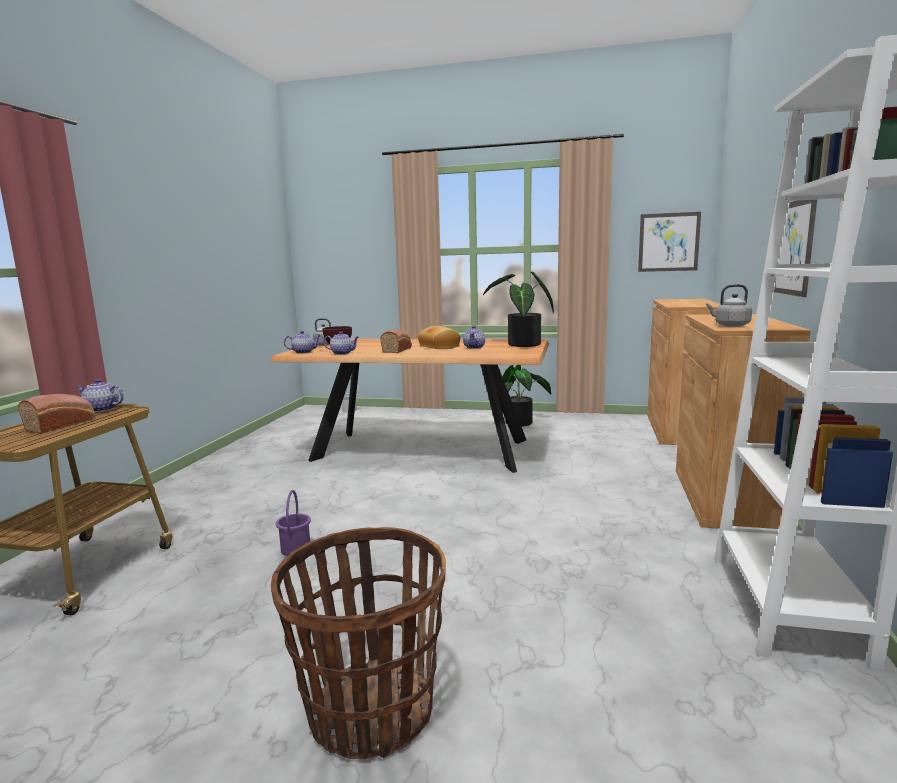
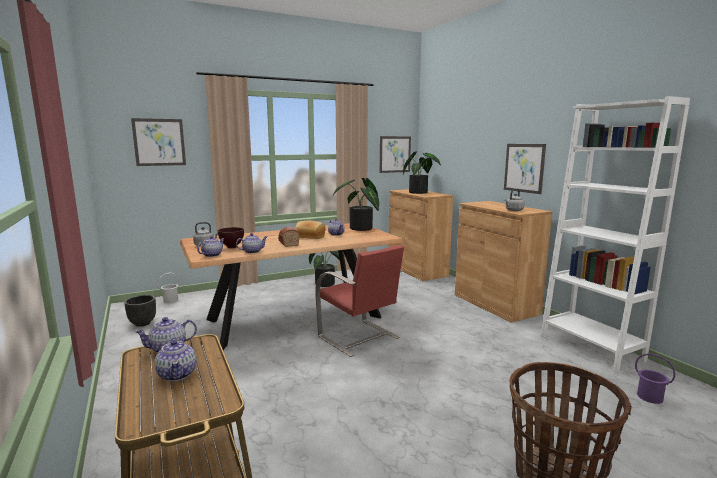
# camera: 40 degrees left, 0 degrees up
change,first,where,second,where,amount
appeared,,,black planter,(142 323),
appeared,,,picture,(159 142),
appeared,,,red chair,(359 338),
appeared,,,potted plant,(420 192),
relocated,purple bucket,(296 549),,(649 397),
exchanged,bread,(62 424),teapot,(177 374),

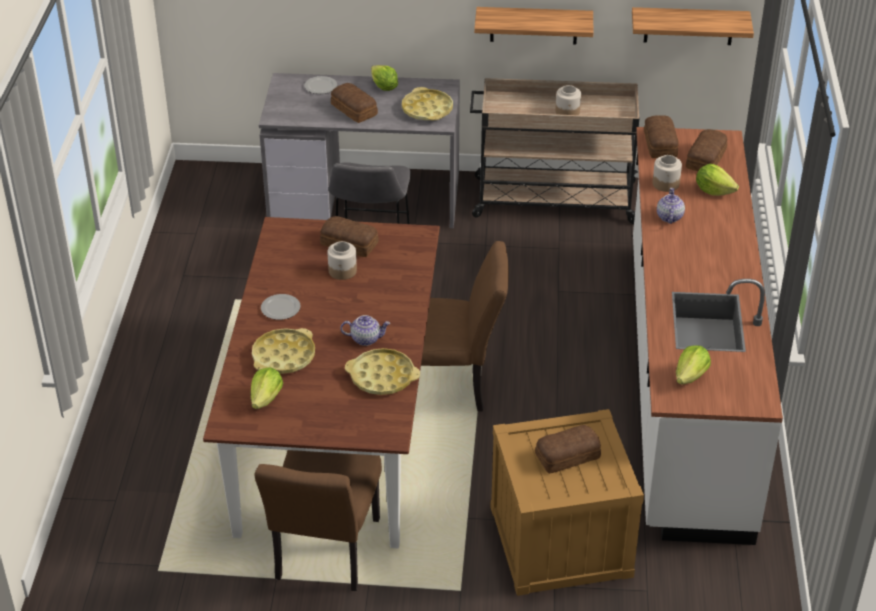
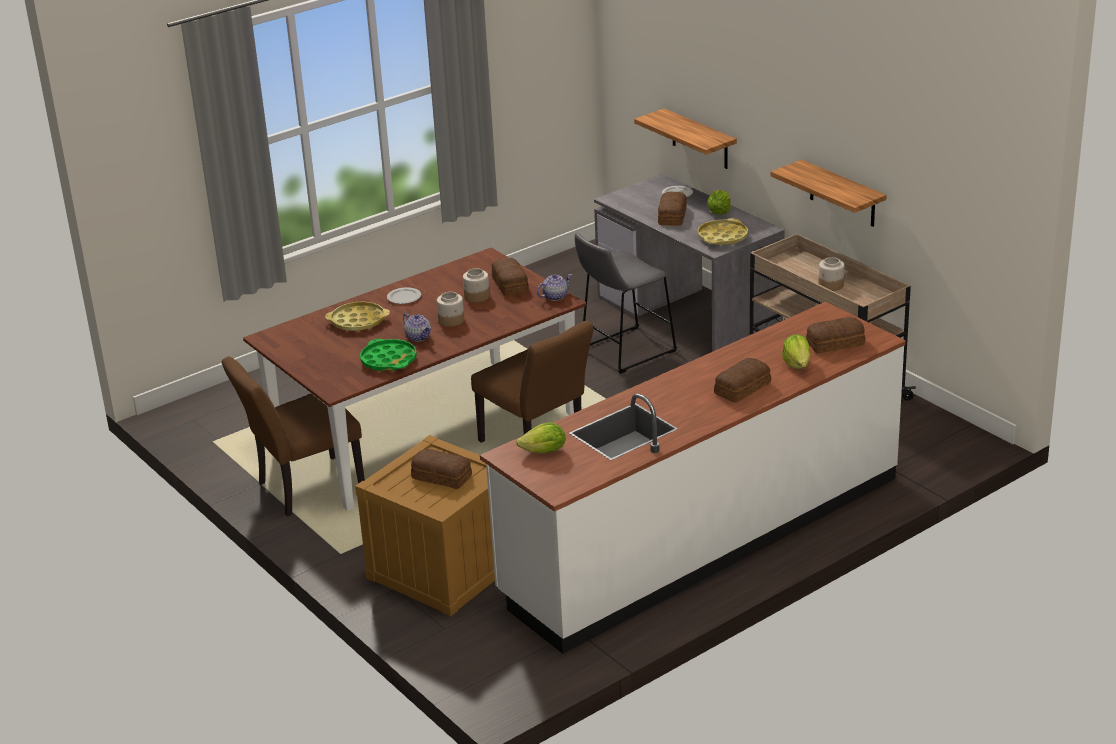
# camera: 50 degrees right, 10 degrees down
change,first,where,second,where,amount
missing,lettuce,(266 399),,,
relocated,shelf,(689 26),,(700 139),
relocated,bread,(659 145),,(741 388),
relocated,jar,(666 184),,(451 320),
relocated,teapot,(669 217),,(555 296),
colour,yellow tray,(382 377),green tray,(388 360),

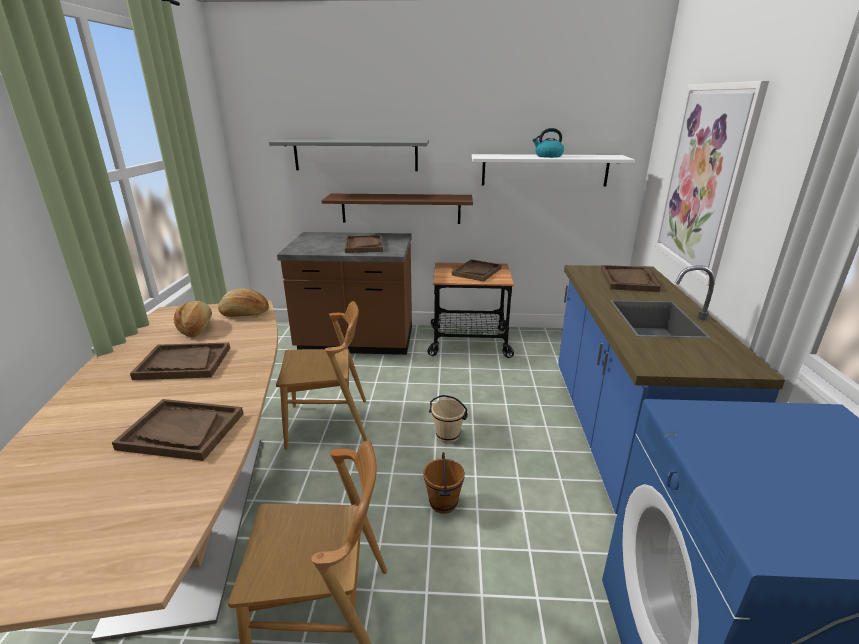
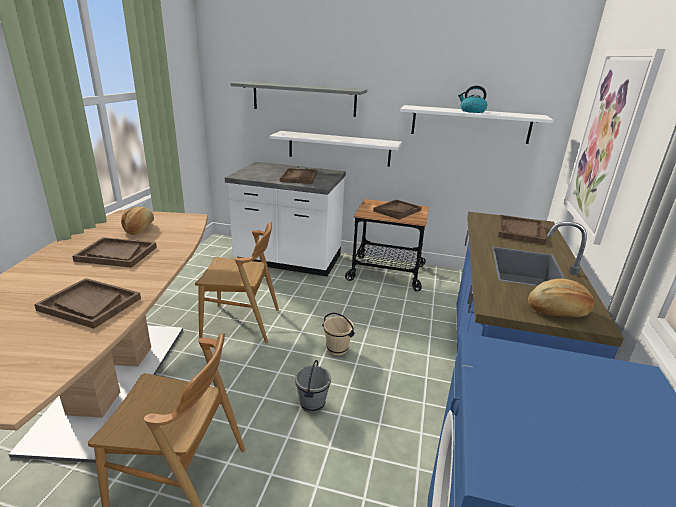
# camera: 10 degrees right, 0 degrees up
change,first,where,second,where,amount
relocated,bread,(244 313),,(558 311),
colour,brown counter,(356 342),white counter,(288 260),
colour,brown shelf,(401 208),white shelf,(339 148),
colour,brown bucket,(444 503),grey bucket,(312 404),

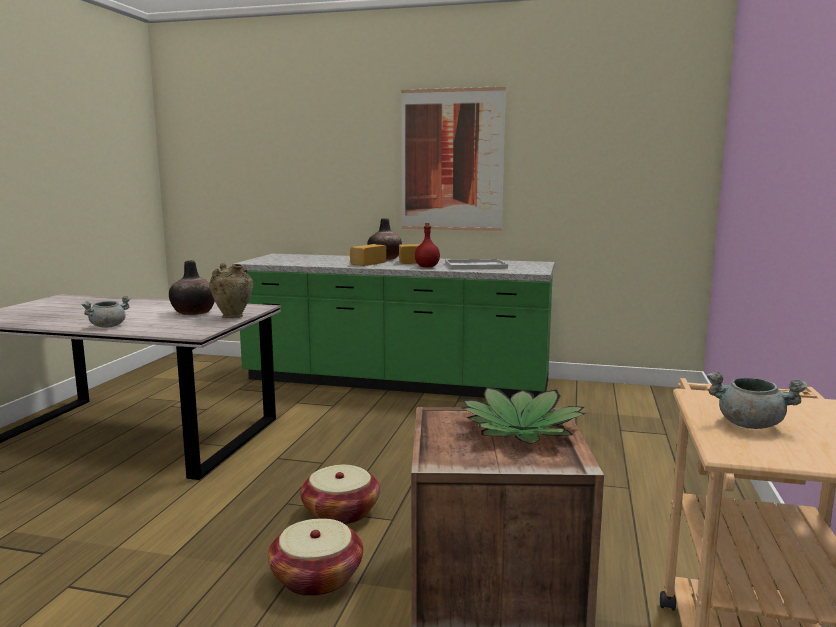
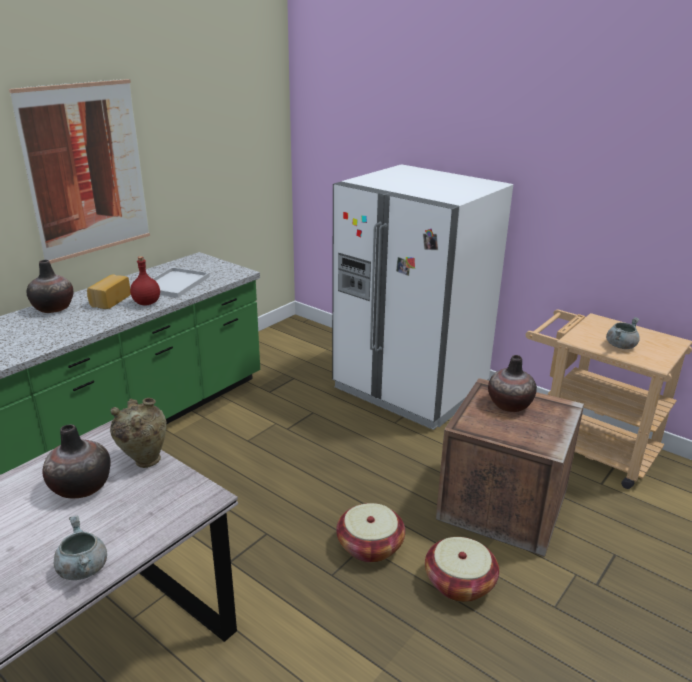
# camera: 65 degrees left, 15 degrees up
change,first,where,second,where,amount
missing,bread,(367 263),,,
appeared,,,white fridge,(410 389),
exchanged,potted plant,(522 429),vase,(509 404),

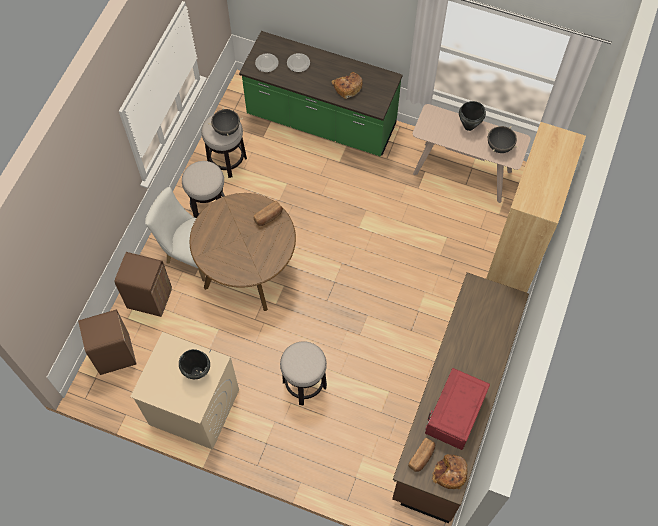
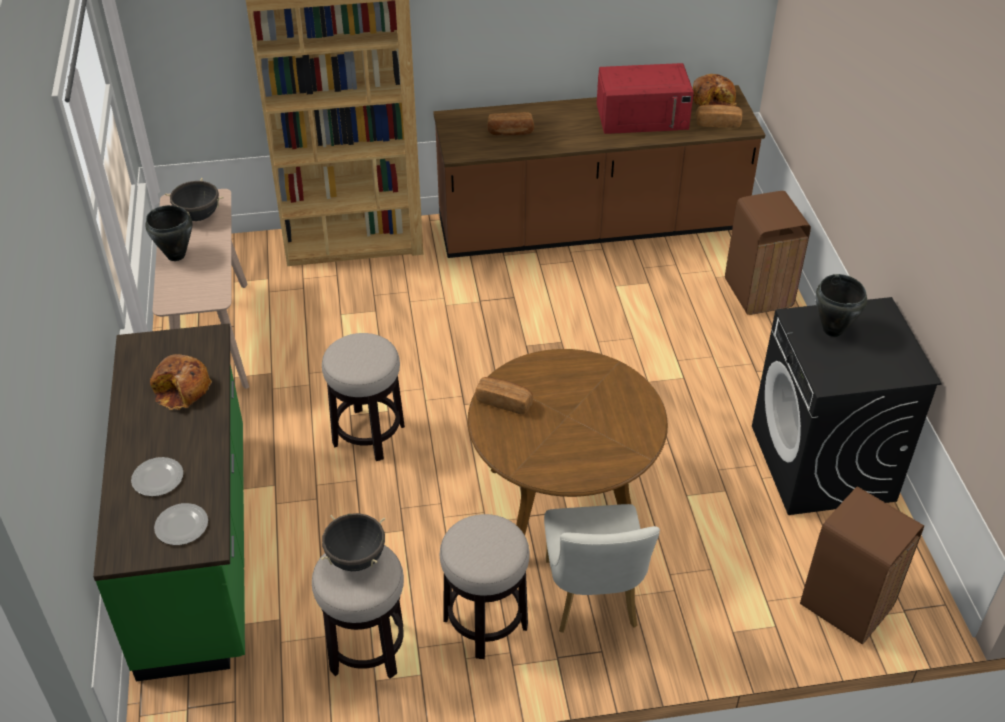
# camera: 120 degrees left, 20 degrees down
change,first,where,second,where,amount
appeared,,,bread,(510 132),
relocated,brown trash can,(150 299),,(759 293),
relocated,stool,(304 384),,(368 435),
colour,beige washing machine,(193 407),black washing machine,(823 464),

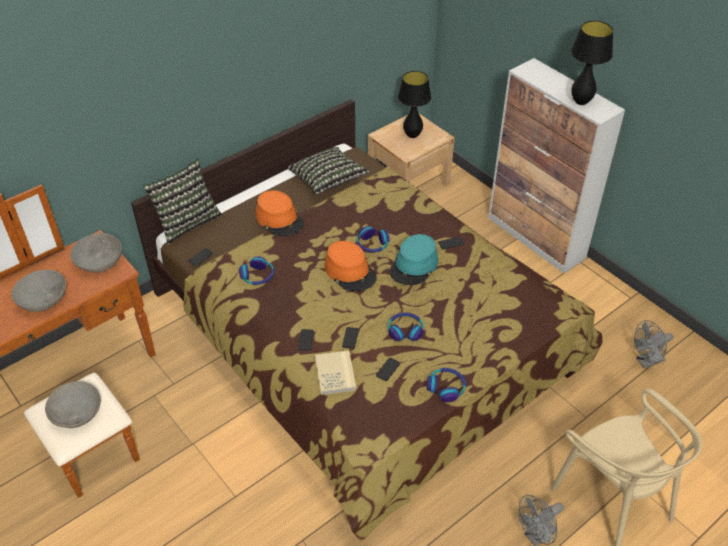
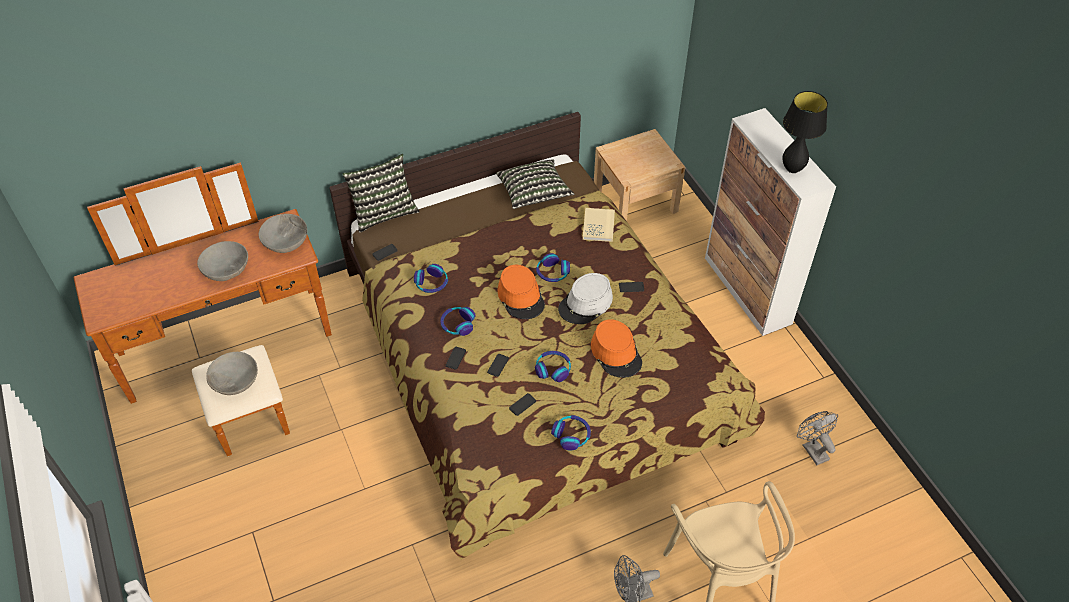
# camera: 15 degrees right, 5 degrees up
change,first,where,second,where,amount
missing,black table lamp,(412 135),,,
appeared,,,headphones,(457 324),
relocated,orange hat,(280 219),,(616 353),
relocated,beige book,(335 374),,(598 226),
colour,turquoise hat,(414 266),grey hat,(586 304),
spun,grey fan,(646 361),,(812 449),75 degrees clockwise

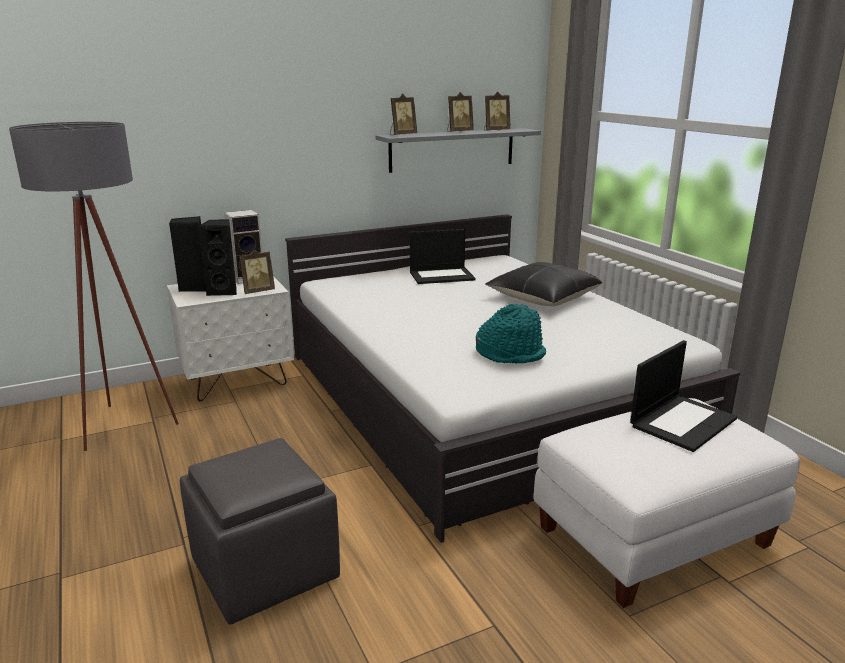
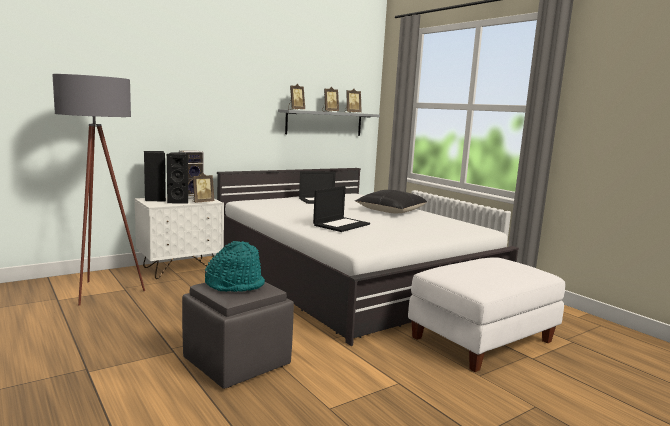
# camera: 10 degrees left, 10 degrees down
change,first,where,second,where,amount
relocated,turquoise hat,(510 354),,(235 284),
relocated,laptop,(682 421),,(341 224),

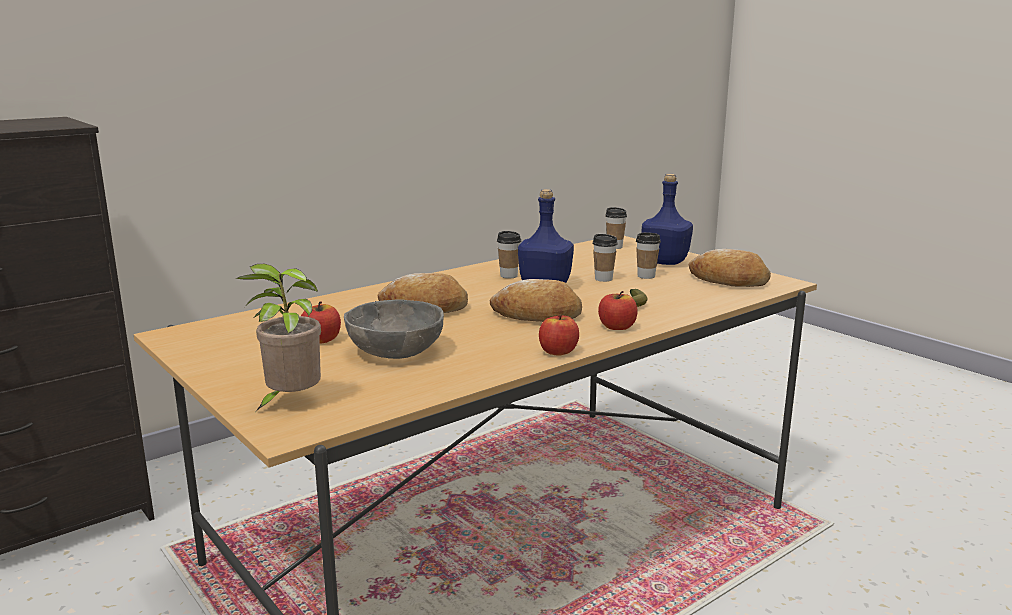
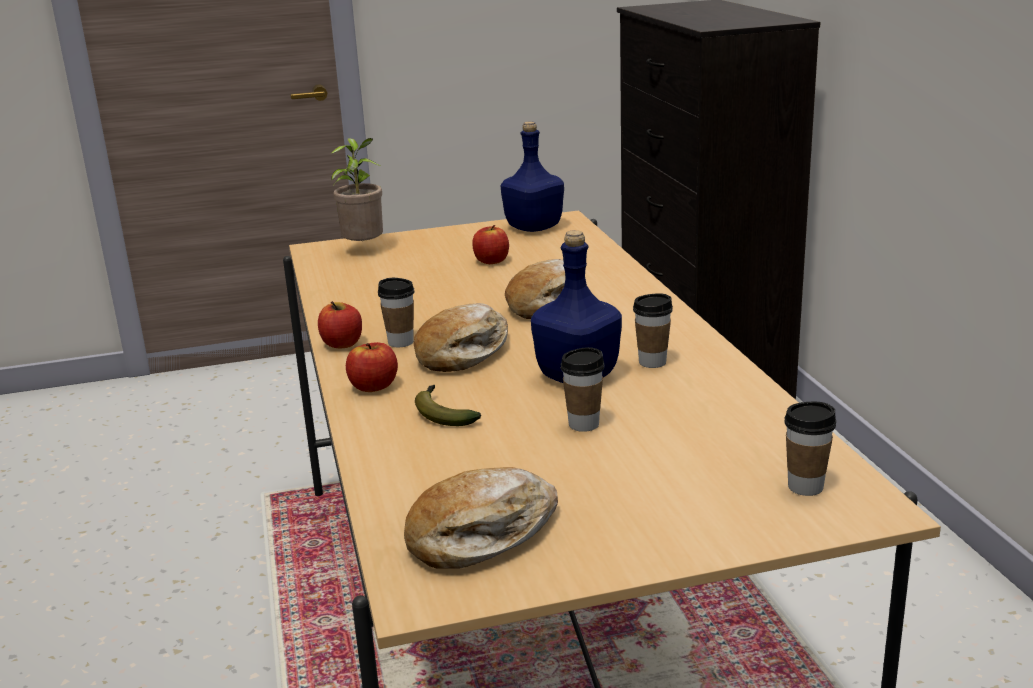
# camera: 115 degrees right, 5 degrees up
change,first,where,second,where,amount
missing,grey bowl,(395 351),,,
relocated,cup,(646 276),,(400 342),
relocated,blue bottle,(664 262),,(534 227),

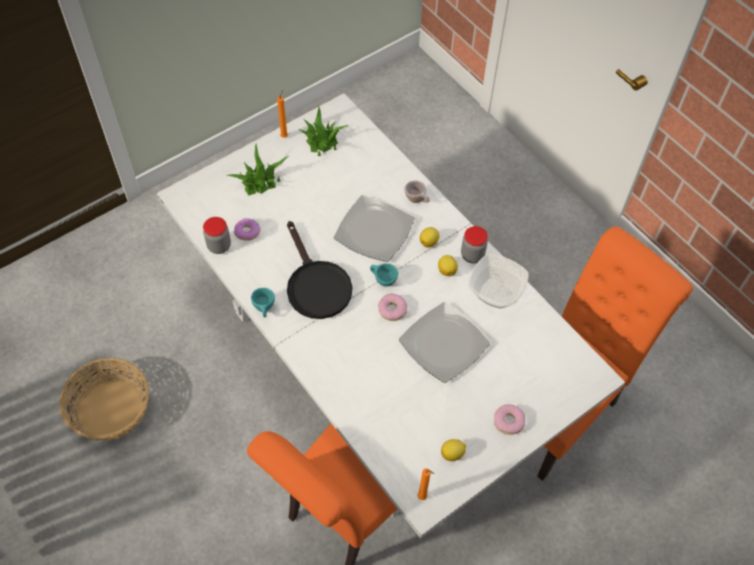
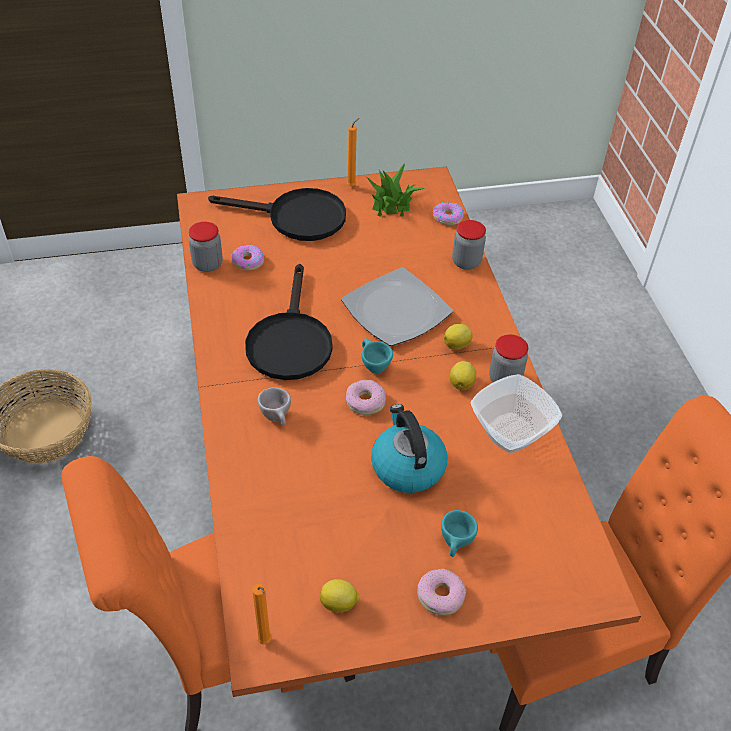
# camera: 25 degrees right, 10 degrees down
change,first,where,second,where,amount
appeared,,,donut,(448 217),
appeared,,,jar,(466 262),
relocated,turquoise cup,(264 309),,(456 545),
relocated,beige cup,(417 200),,(277 419),
exchanged,potted plant,(260 180),black frying pan,(296 218),
exchanged,plate,(443 345),kettle,(407 466),
colour,white dining table,(375 367),orange dining table,(360 506),

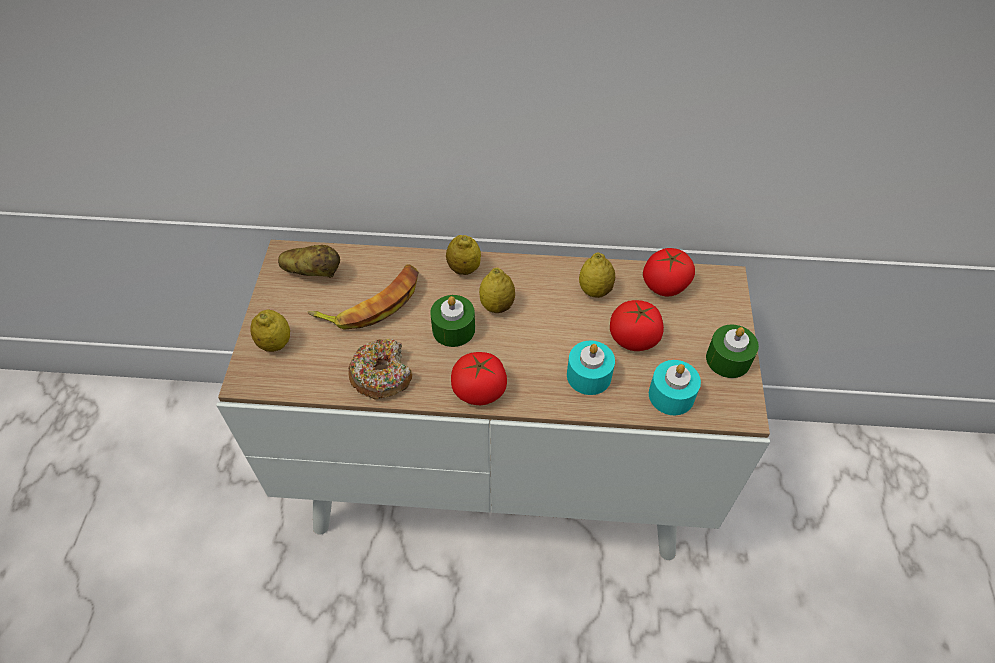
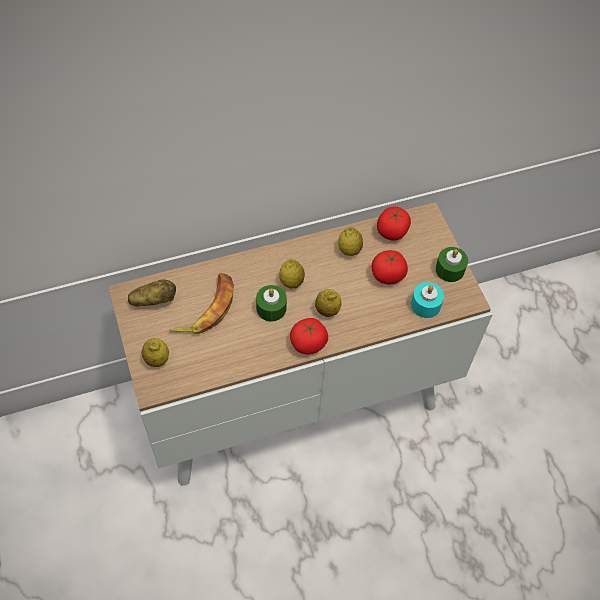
# camera: 25 degrees left, 5 degrees up
change,first,where,second,where,amount
missing,donut,(382 375),,,
missing,turquoise candle,(589 375),,,
relocated,lemon,(464 268),,(327 310),

